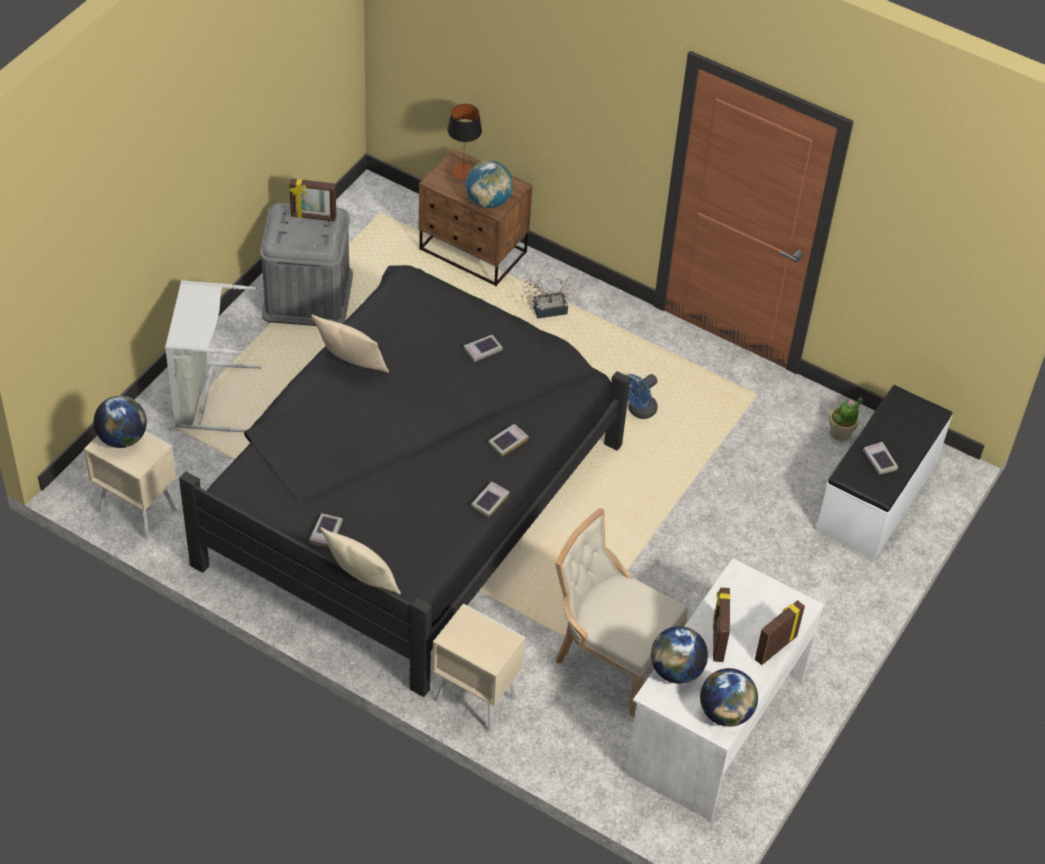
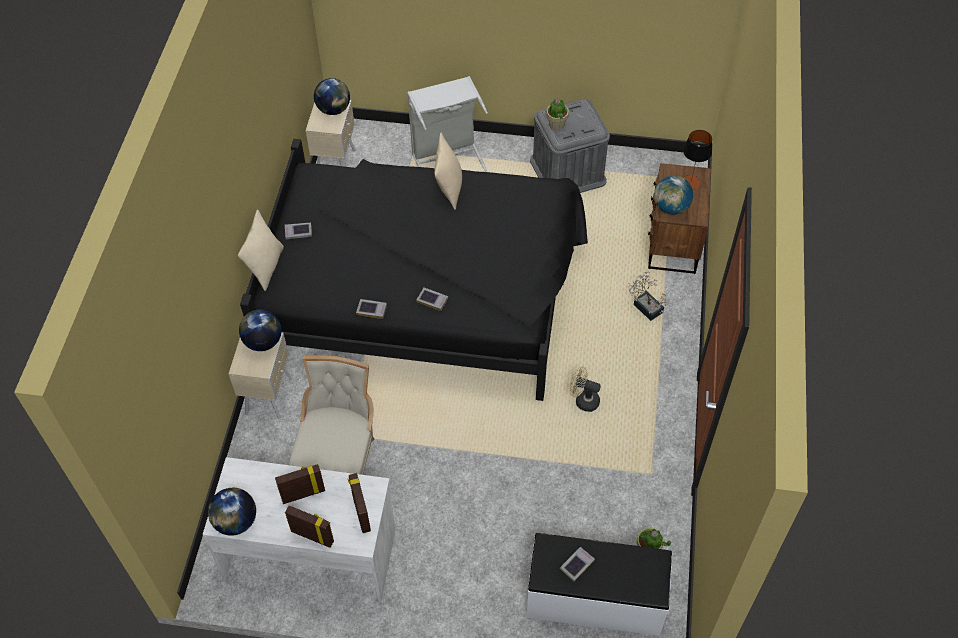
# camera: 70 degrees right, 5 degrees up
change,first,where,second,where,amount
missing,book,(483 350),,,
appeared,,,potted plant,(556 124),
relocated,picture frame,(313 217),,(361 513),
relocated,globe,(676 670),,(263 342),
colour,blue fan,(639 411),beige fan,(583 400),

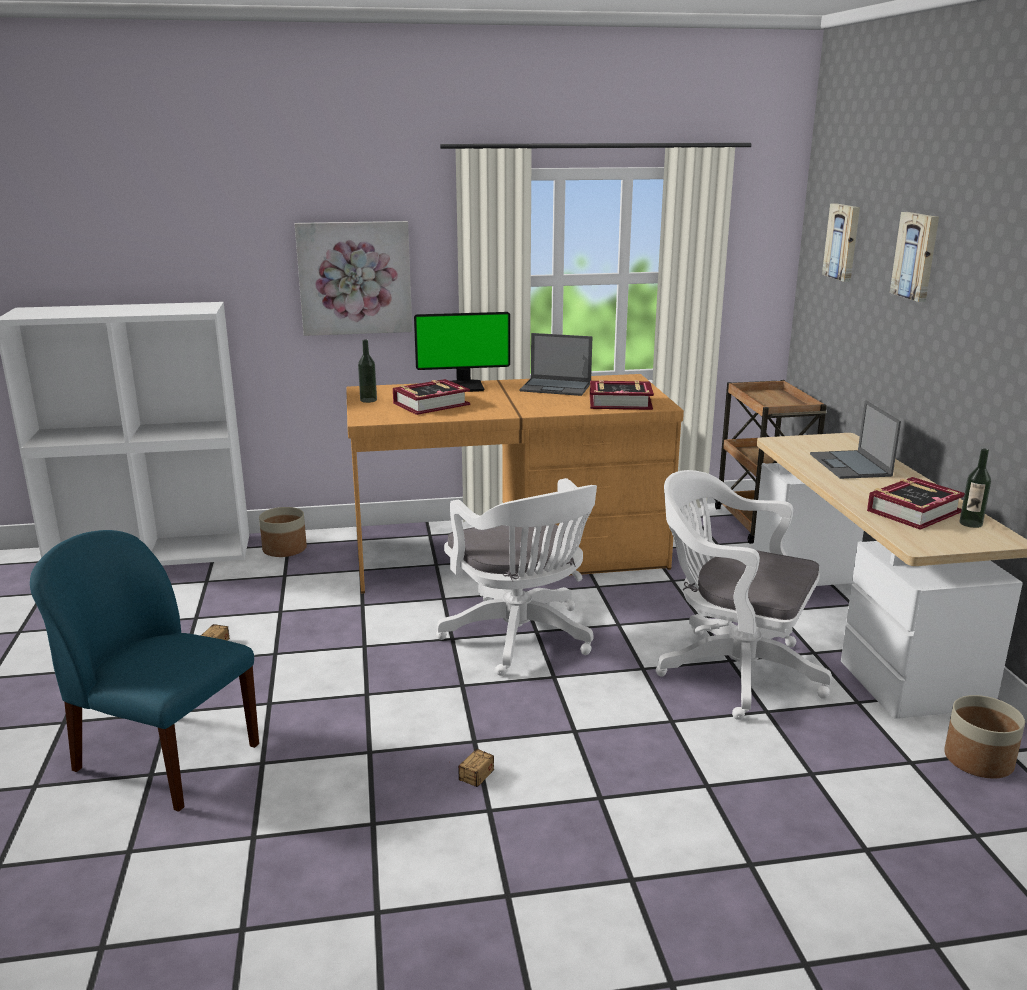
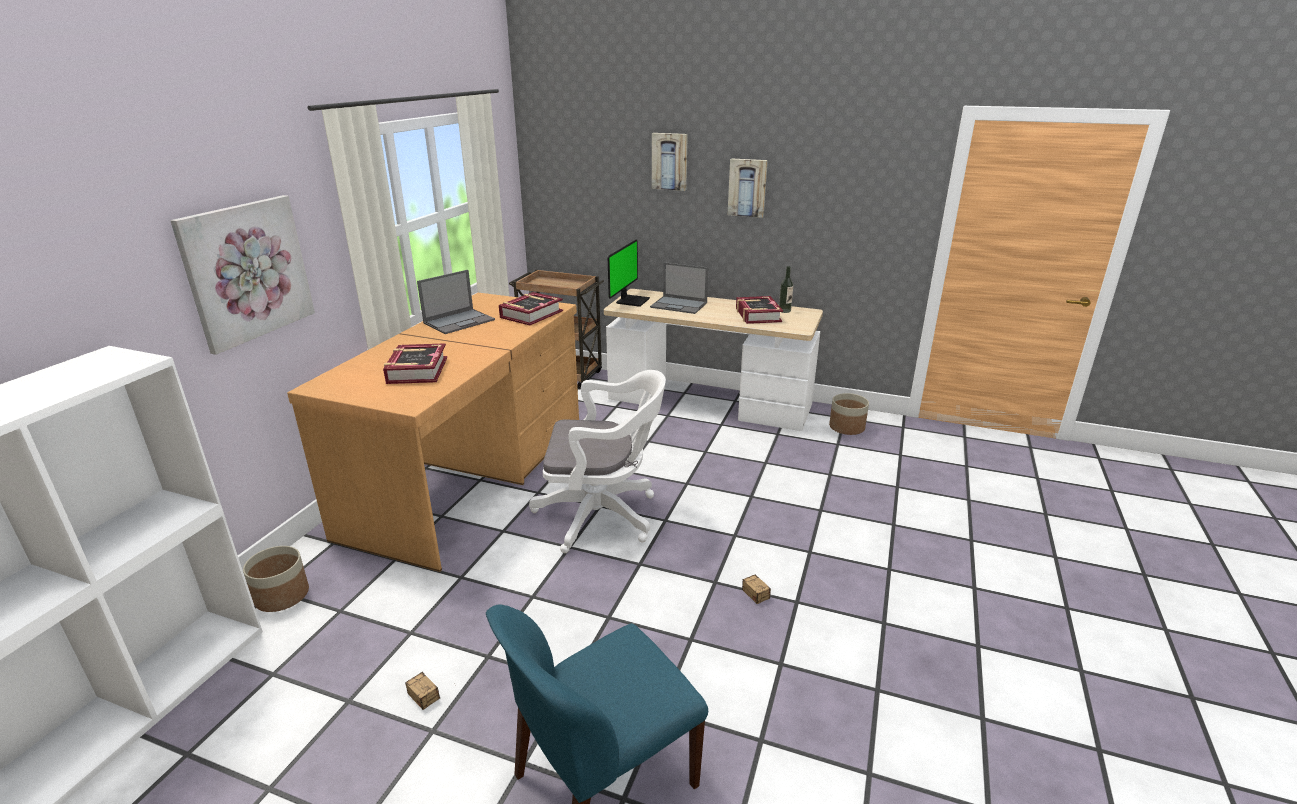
# camera: 60 degrees left, 5 degrees up
change,first,where,second,where,amount
missing,bottle,(368 400),,,
missing,white office chair,(731 670),,,
relocated,monitor,(465 386),,(631 301),
relocated,picture,(843 242),,(747 187),

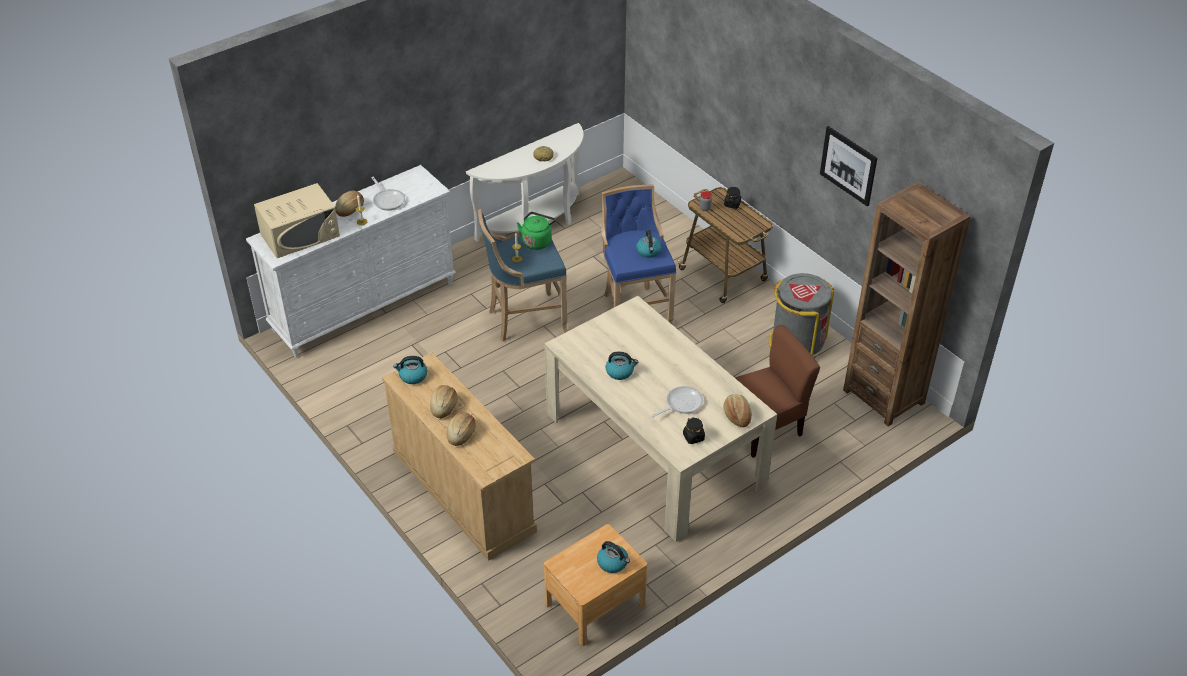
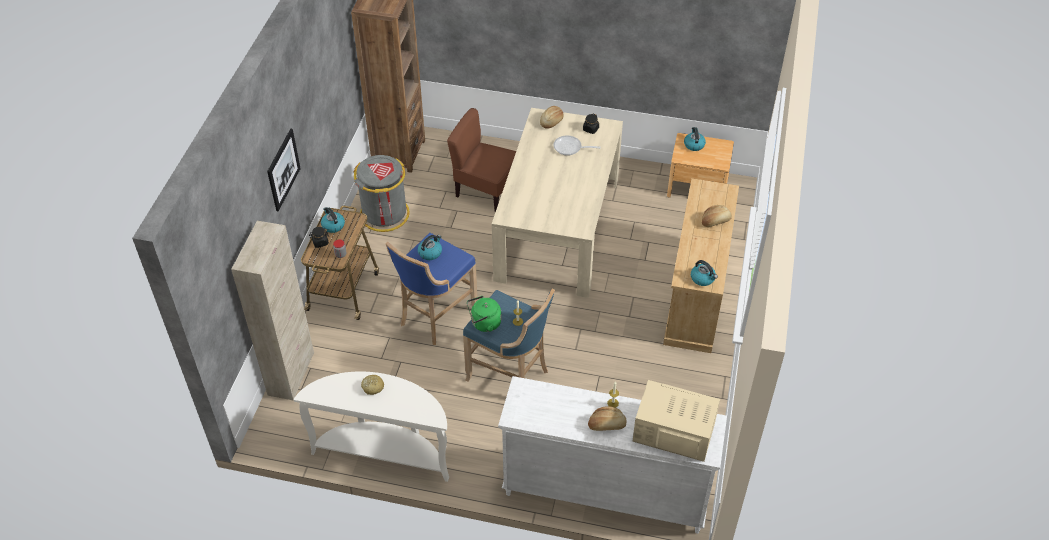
# camera: 130 degrees left, 5 degrees up
change,first,where,second,where,amount
missing,frying pan,(388 200),,,
missing,bread,(443 406),,,
appeared,,,beige cabinet,(291 374),
relocated,kettle,(620 372),,(333 225),
relocated,picture,(848 165),,(283 169),

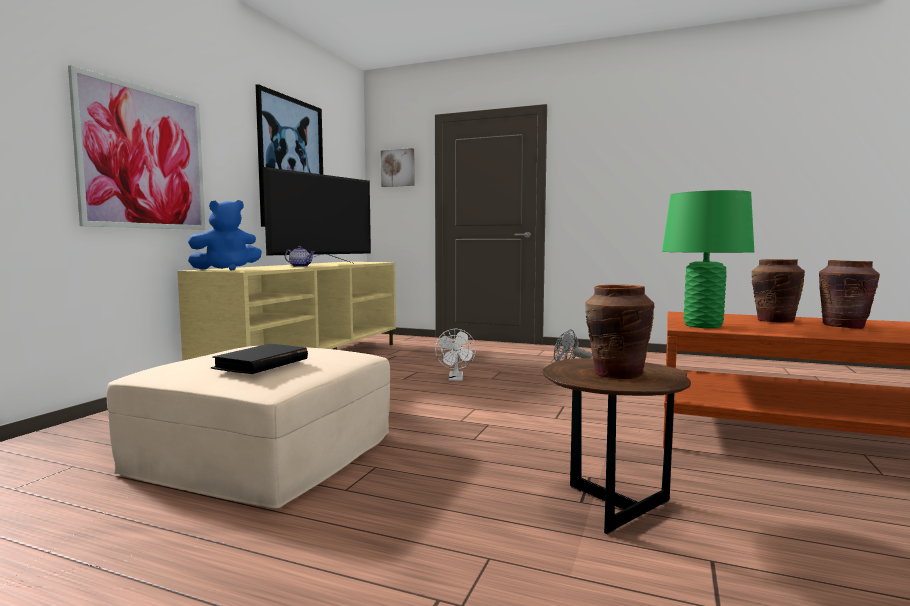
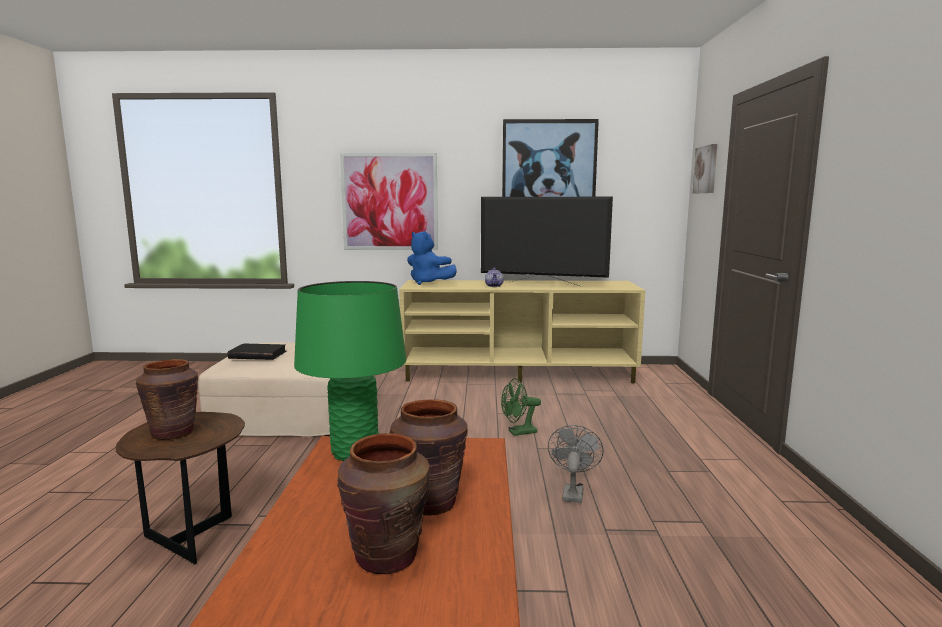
# camera: 70 degrees right, 5 degrees up
change,first,where,second,where,amount
colour,white fan,(456 379),green fan,(518 432),

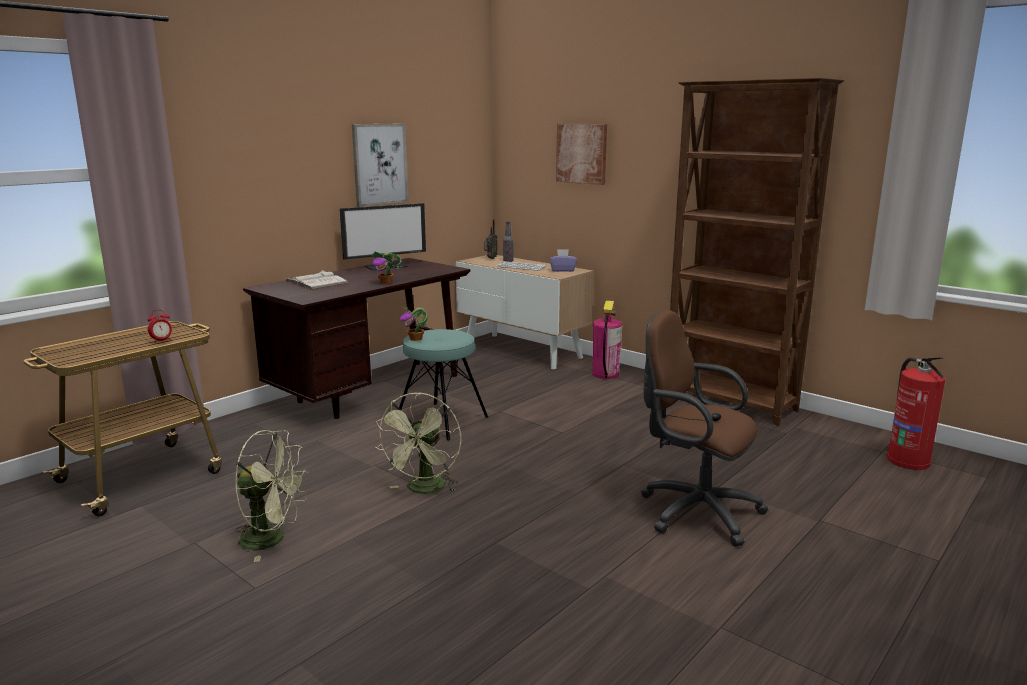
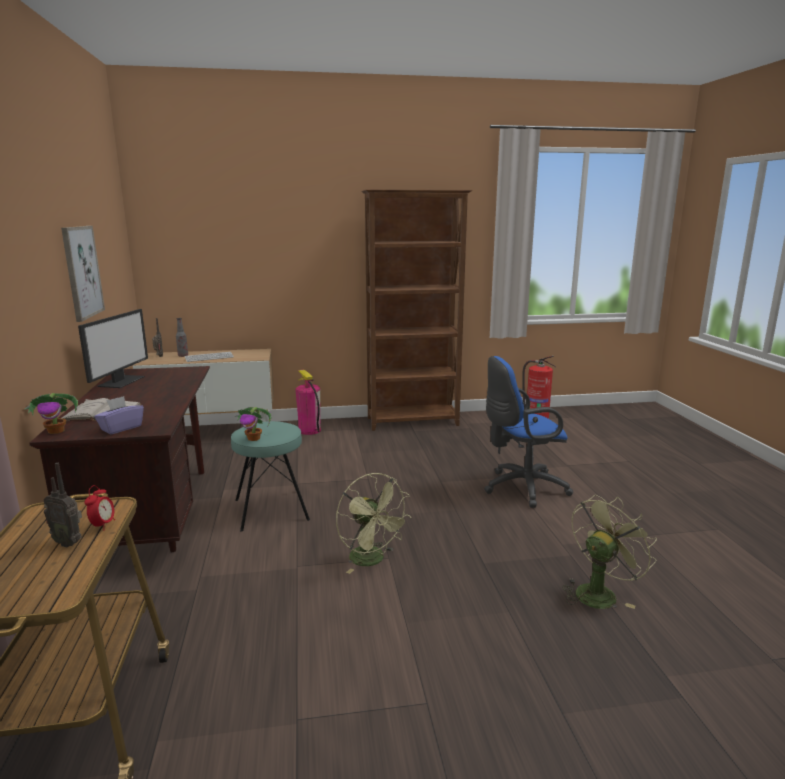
# camera: 50 degrees left, 0 degrees up
change,first,where,second,where,amount
missing,picture,(582 153),,,
appeared,,,radio,(69 542),
relocated,green fan,(272 539),,(599 592),
relocated,potted plant,(386 282),,(57 431),
relocated,purple tissue box,(562 270),,(121 428),
colour,brown office chair,(693 511),blue office chair,(521 488),

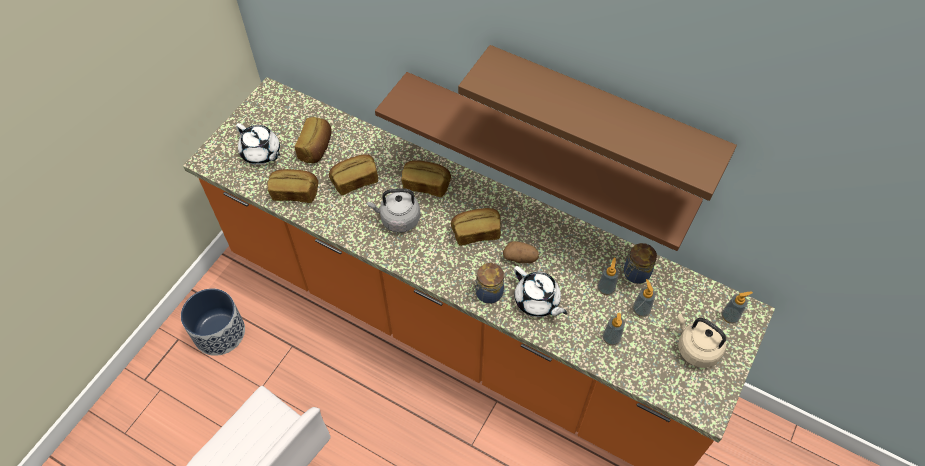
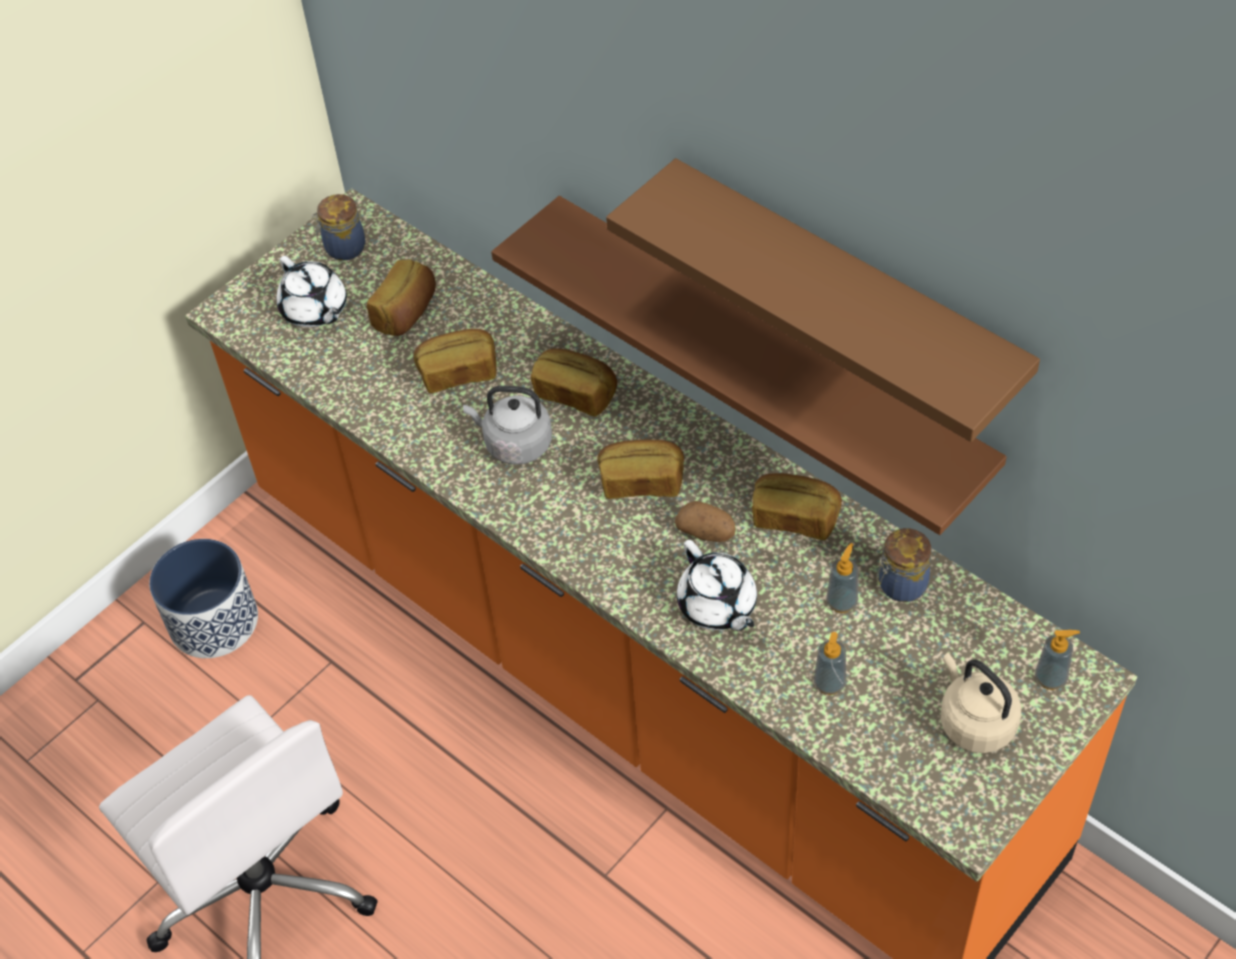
# camera: 15 degrees right, 5 degrees down
change,first,where,second,where,amount
missing,soap dispenser,(641 310),,,
relocated,bread,(295 192),,(794 517),
relocated,jar,(487 293),,(343 248),

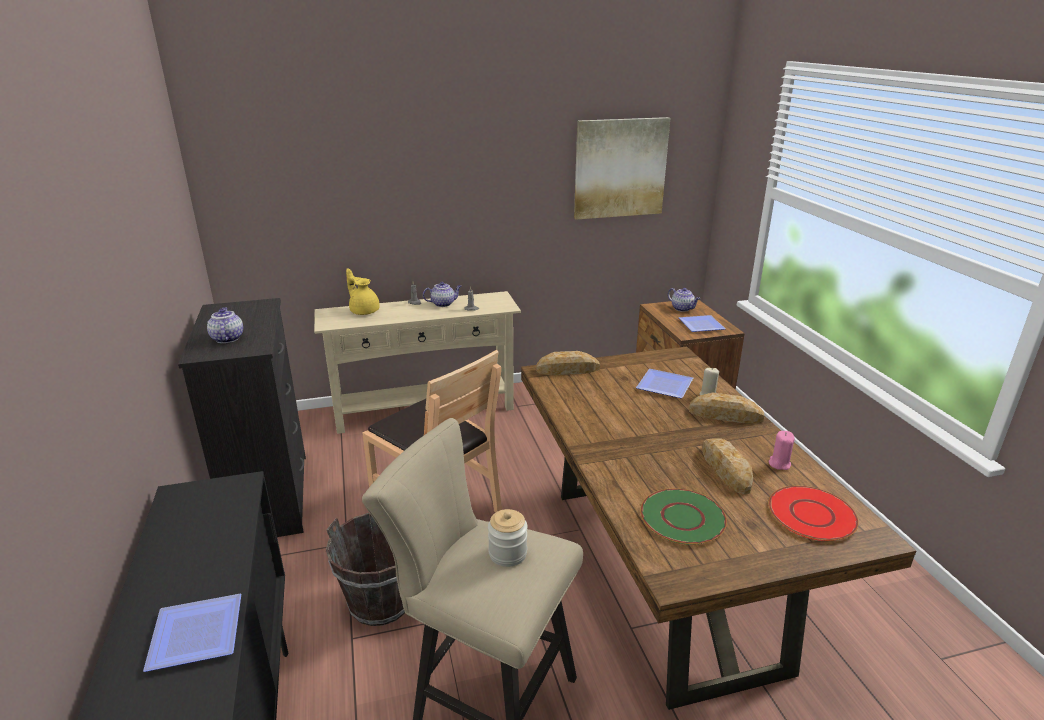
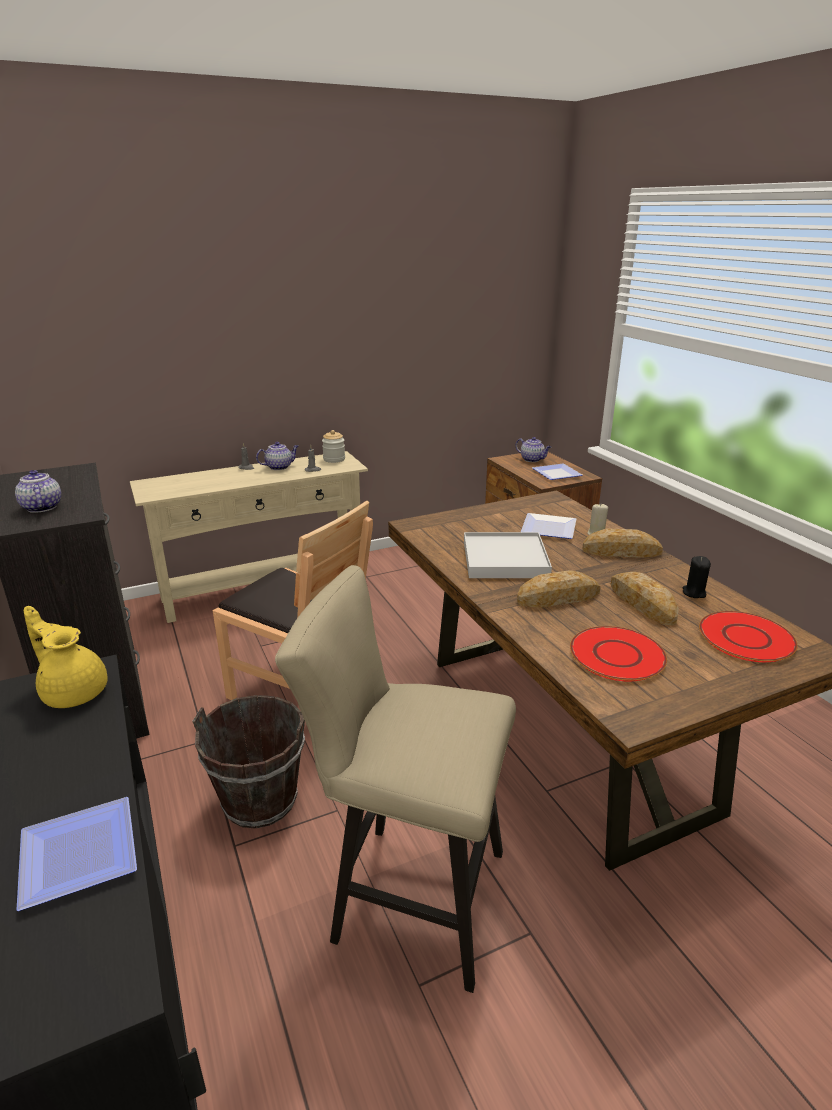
# camera: 10 degrees left, 0 degrees up
change,first,where,second,where,amount
missing,picture,(620 168),,,
appeared,,,white tray,(505 559),
relocated,yellow teapot,(364 311),,(74 691),
relocated,jar,(507 553),,(334 459),
relocated,bread,(567 369),,(558 597),
colour,green plate,(683 517),red plate,(617 655),
colour,pink candle,(779 464),black candle,(694 593),

